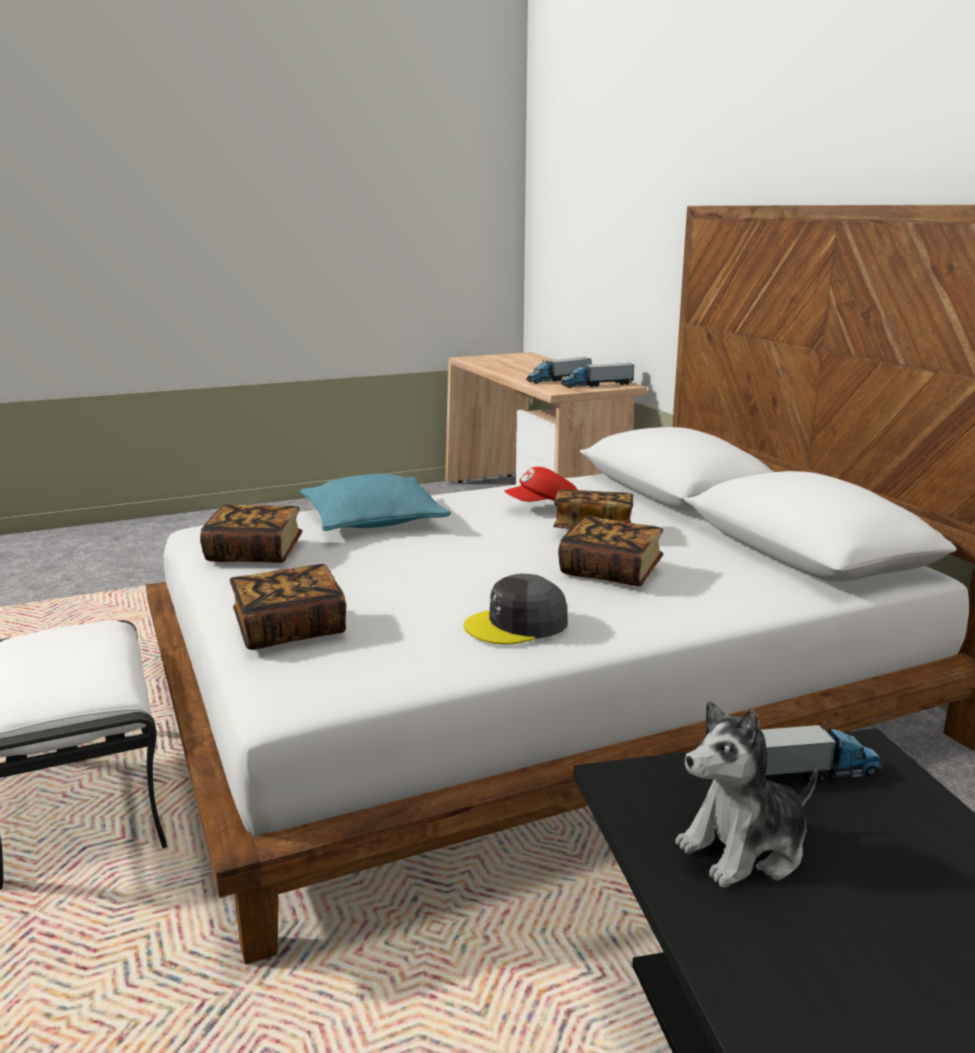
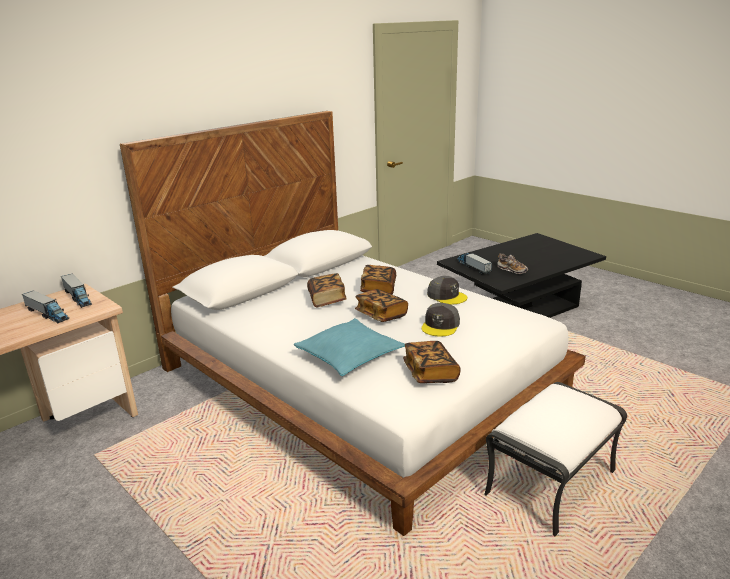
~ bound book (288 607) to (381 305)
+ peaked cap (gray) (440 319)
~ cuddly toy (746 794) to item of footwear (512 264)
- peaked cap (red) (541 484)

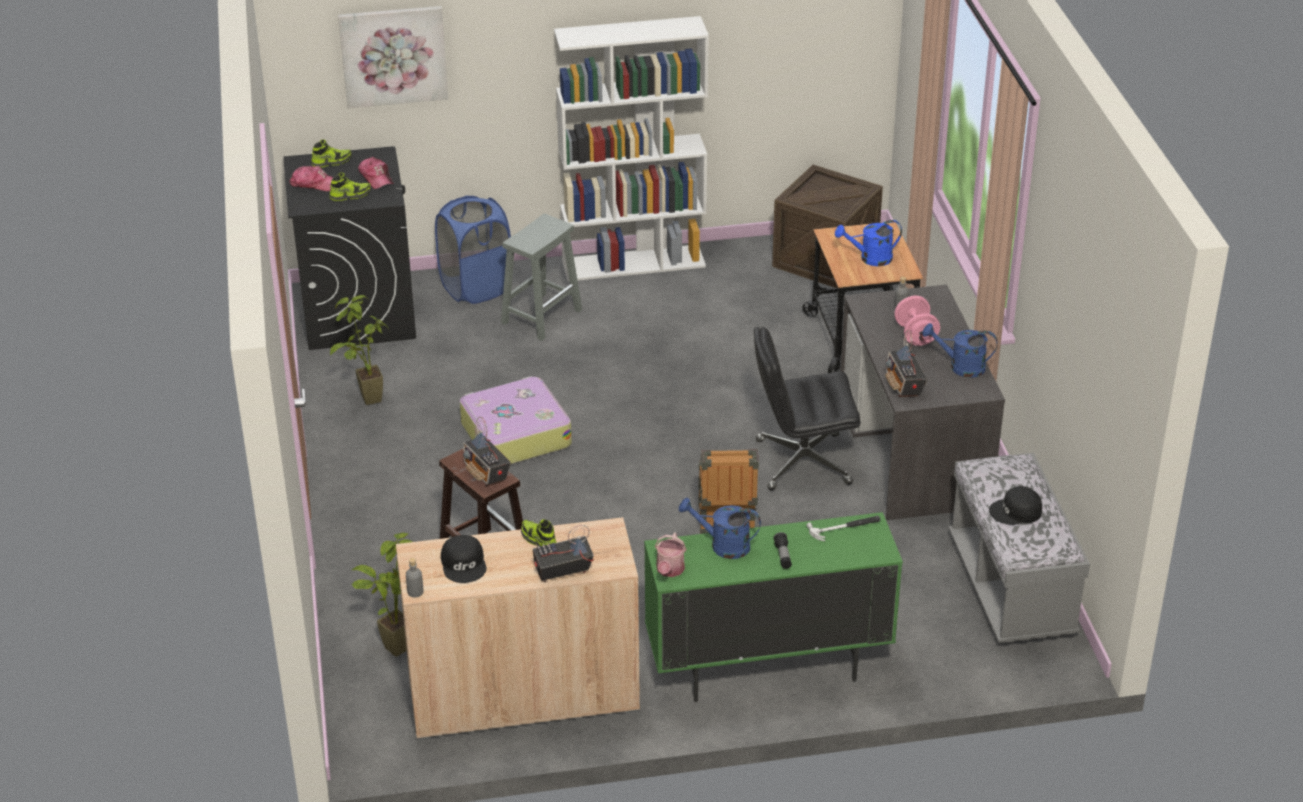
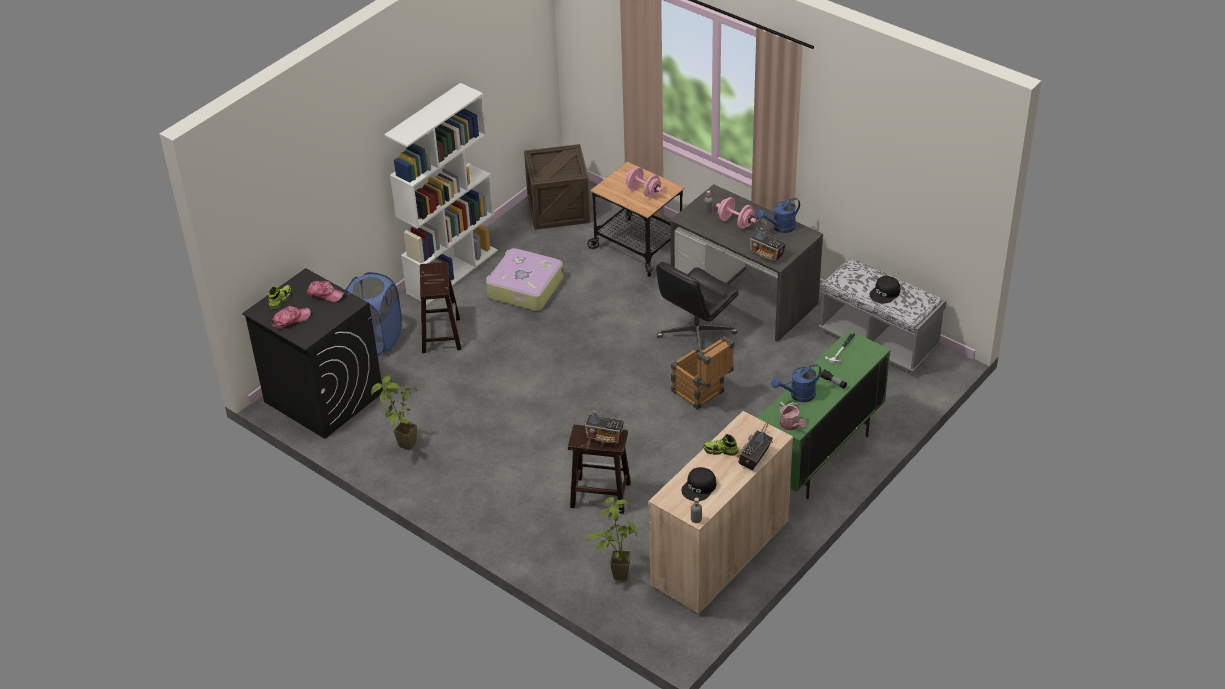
~ sitting stool (gray) (541 277) to sitting stool (brownish) (440 307)
~ piece of luggage (516 420) to (524 279)
~ sprinkling can (blue-coloured) (868 243) to dumbbell (pink-coloured) (643 182)
~ peaked cap (black) (463 559) = (699 484) 90 degrees clockwise
- item of footwear (350 186)
- wall art (393 57)

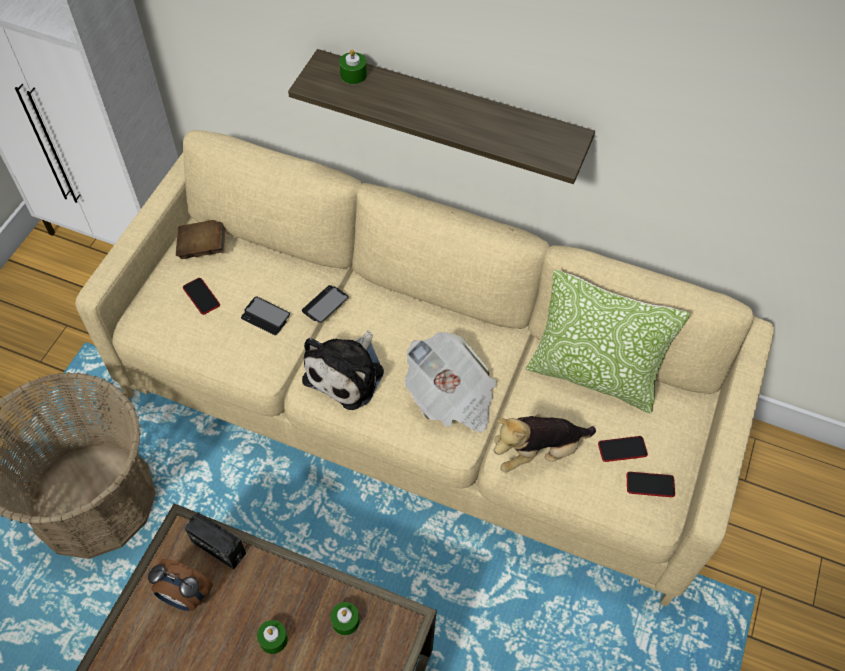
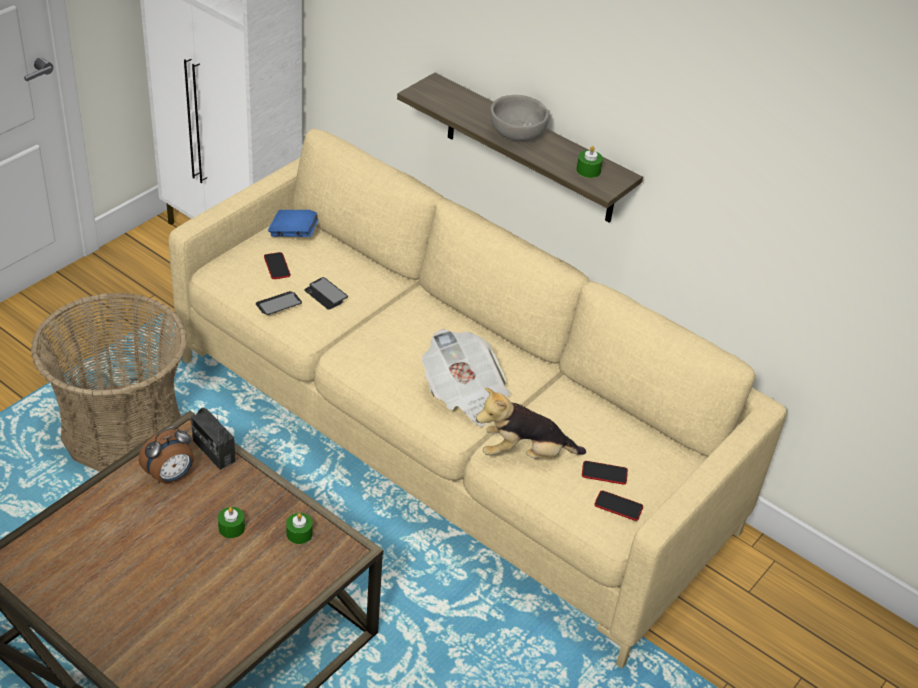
~ table clock (180 585) = (166 455) 75 degrees counterclockwise
~ handset (325 304) to (279 303)
~ bound book (brownish) (201 239) to bound book (blue-coloured) (293 223)
+ deep dish (gray) (520 118)
~ wax candle (green) (353 66) to (589 162)
- cuddly toy (343 370)
- cushion (608 341)

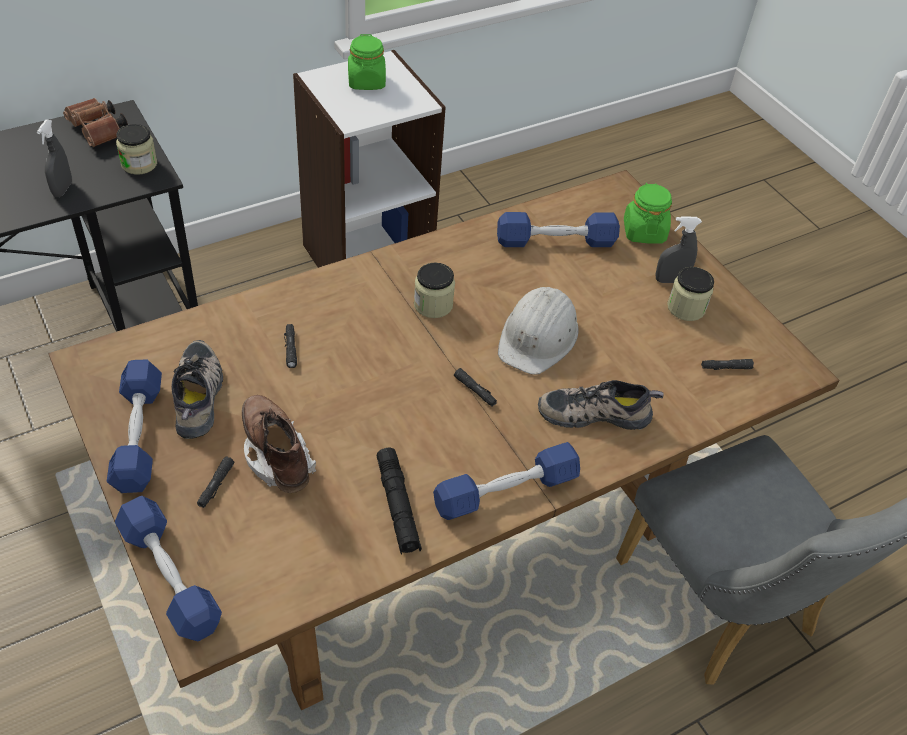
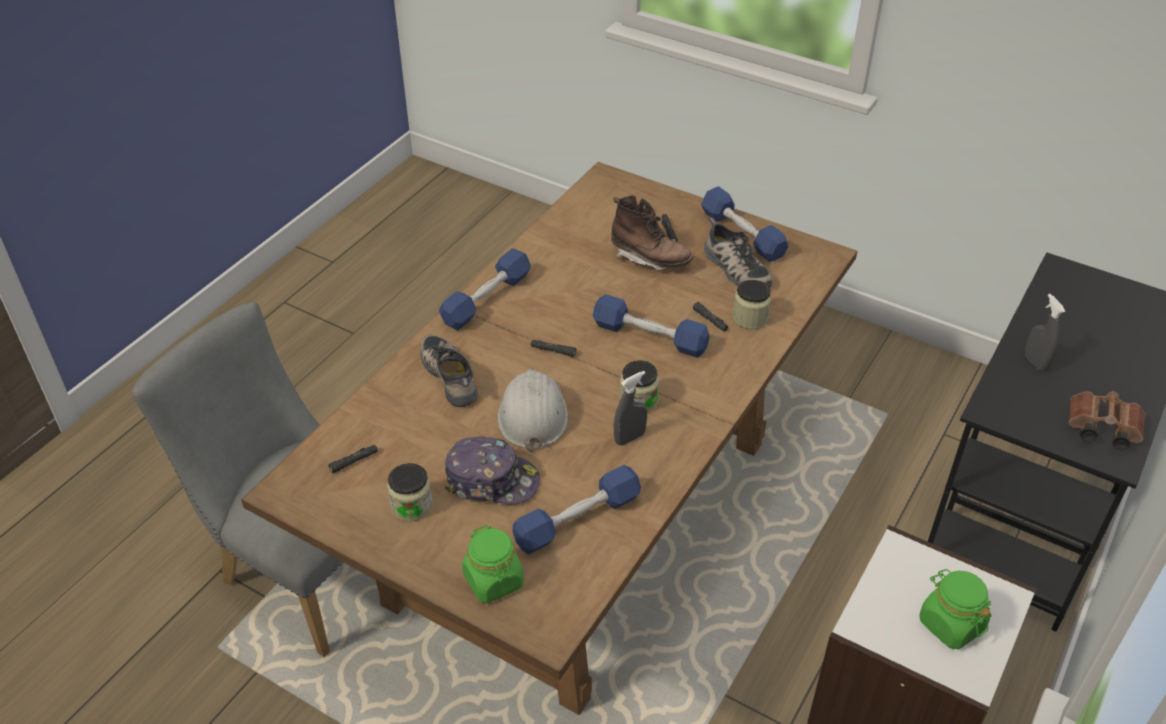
~ item of footwear (601 405) = (449 371) 90 degrees counterclockwise
+ peaked cap (492 470)
~ dumbbell (blue-coloured) (168 568) to (651 326)
~ sprayer (gray) (678 249) to (630 408)
~ storage jar (136 149) to (752 304)
- torch (black) (399 501)

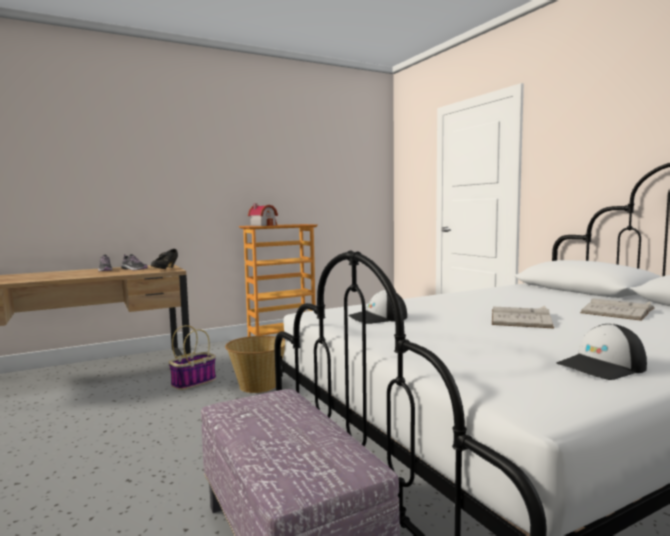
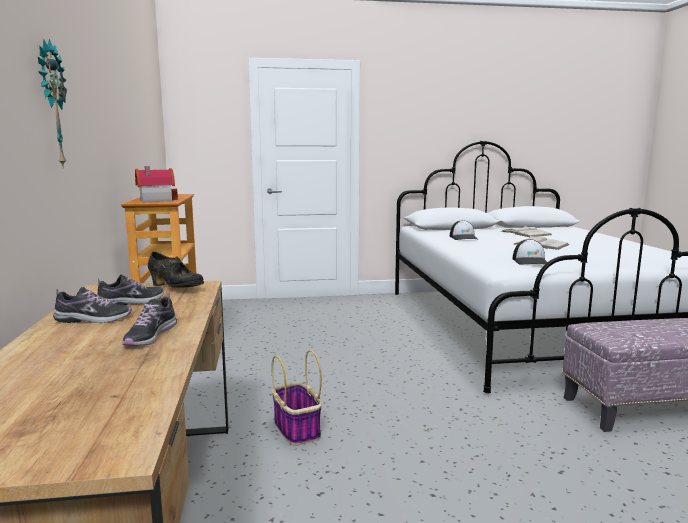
+ wall clock (52 103)
+ item of footwear (149 319)
~ peaked cap (602 352) to (464 230)
- household basket (255 364)

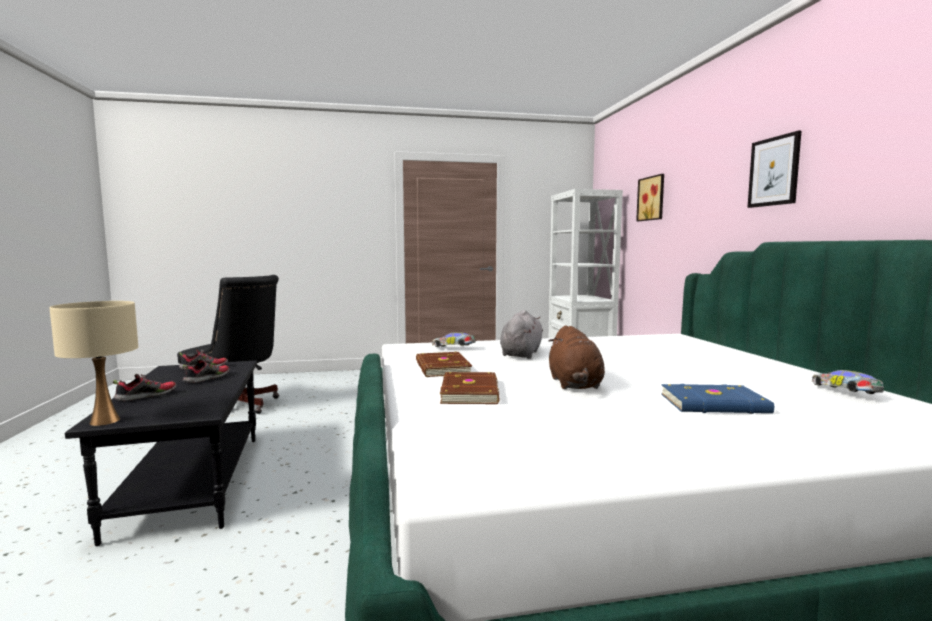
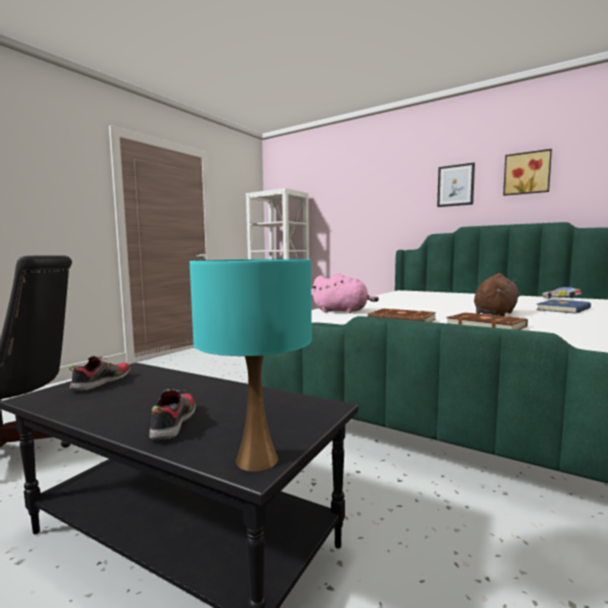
~ tabletop lamp (beige-coloured) (93 363) to tabletop lamp (turquoise-coloured) (251 365)
~ miniature car (453 339) to cuddly toy (pink-coloured) (345 293)
~ cuddly toy (brownish) (577 357) = (497 294) 90 degrees counterclockwise
~ wall art (650 197) to (527 172)
- item of footwear (206 371)
- cuddly toy (gray) (521 334)

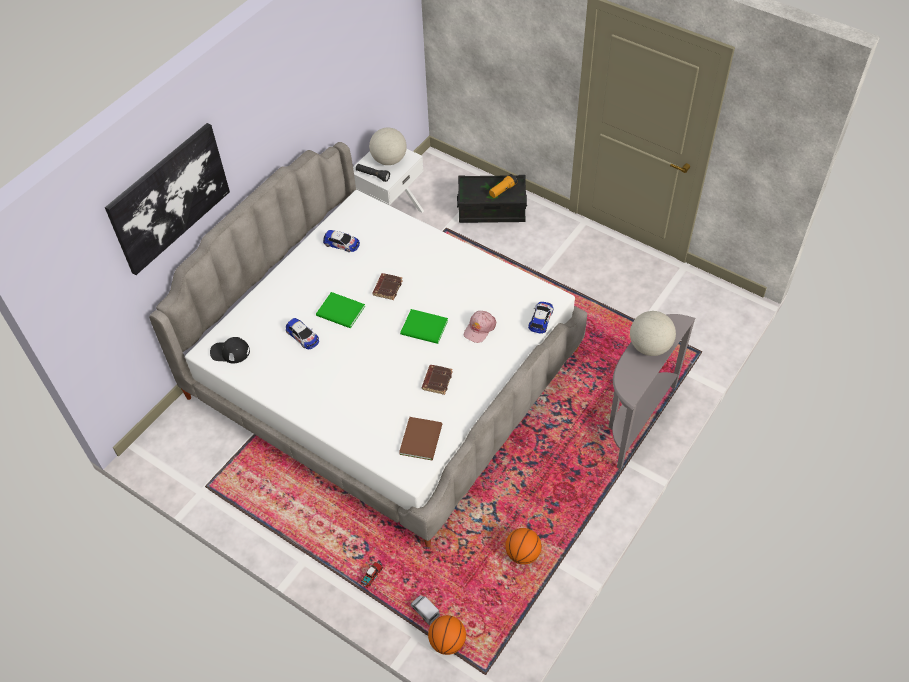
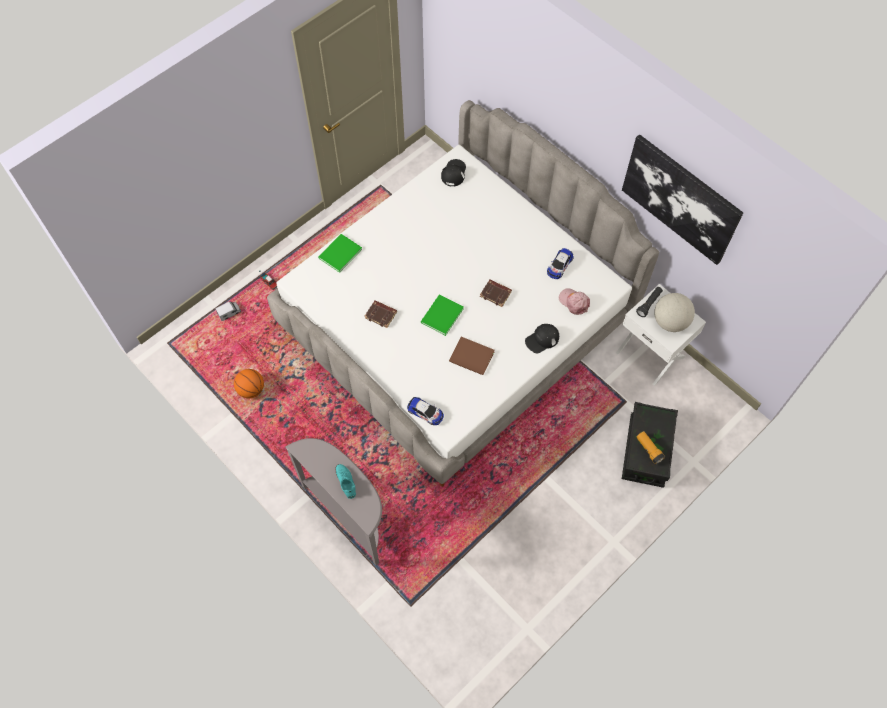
~ bound book (green) (340 310) to (340 253)
~ globe (653 333) to item of footwear (turquoise-coloured) (345 481)
~ bound book (brownish) (420 438) to (472 356)
+ peaked cap (black) (542 338)
~ peaked cap (pink-coloured) (480 327) to (574 301)
~ wall art (167 199) to (682 199)
- miniature car (302 333)
- basketball ball (447 635)

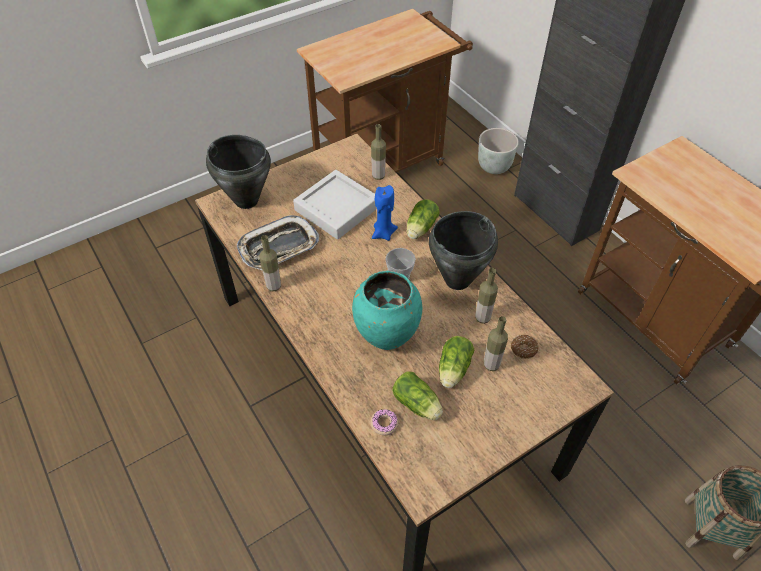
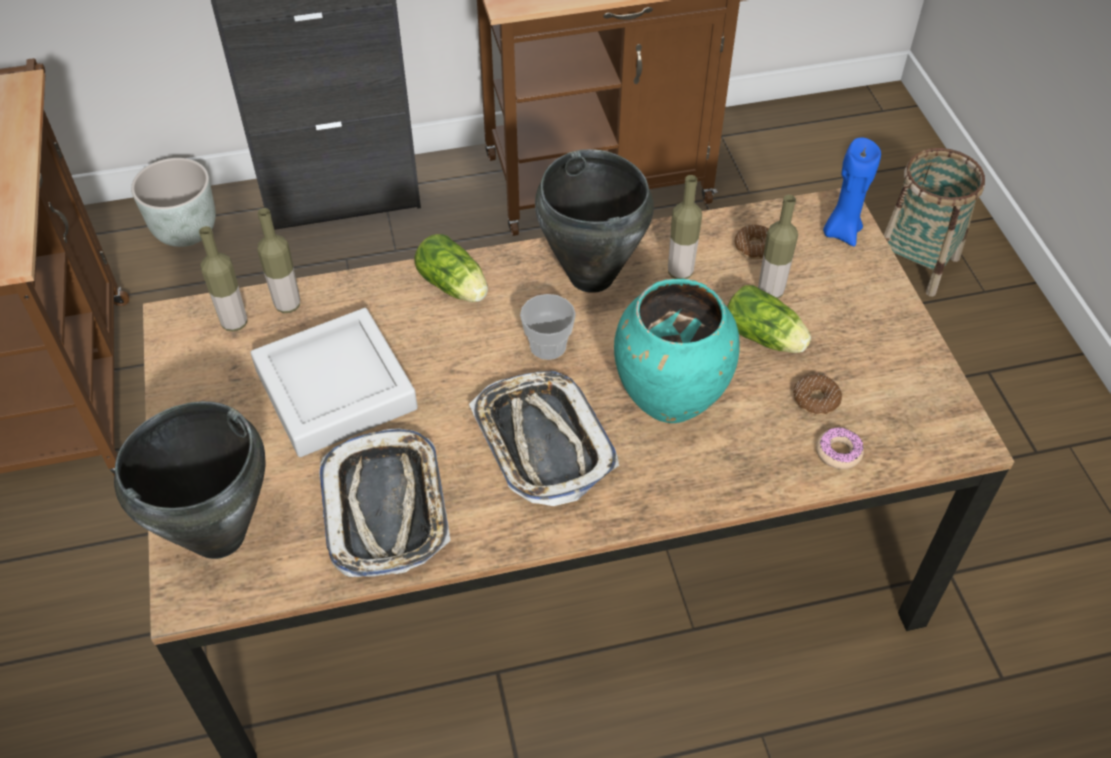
~ bottle (270 263) to (223 279)
+ carrying tray (544 438)
~ head of lettuce (417 395) to doughnut (817 394)
~ wax candle (blue-coloured) (385 213) to (852 192)

